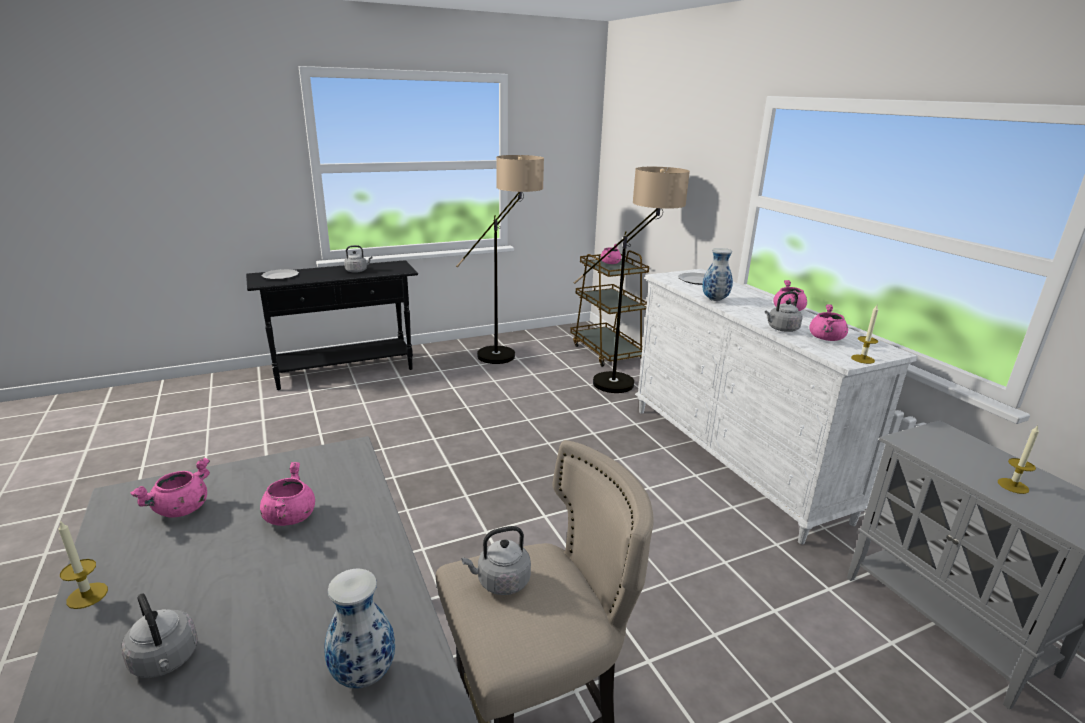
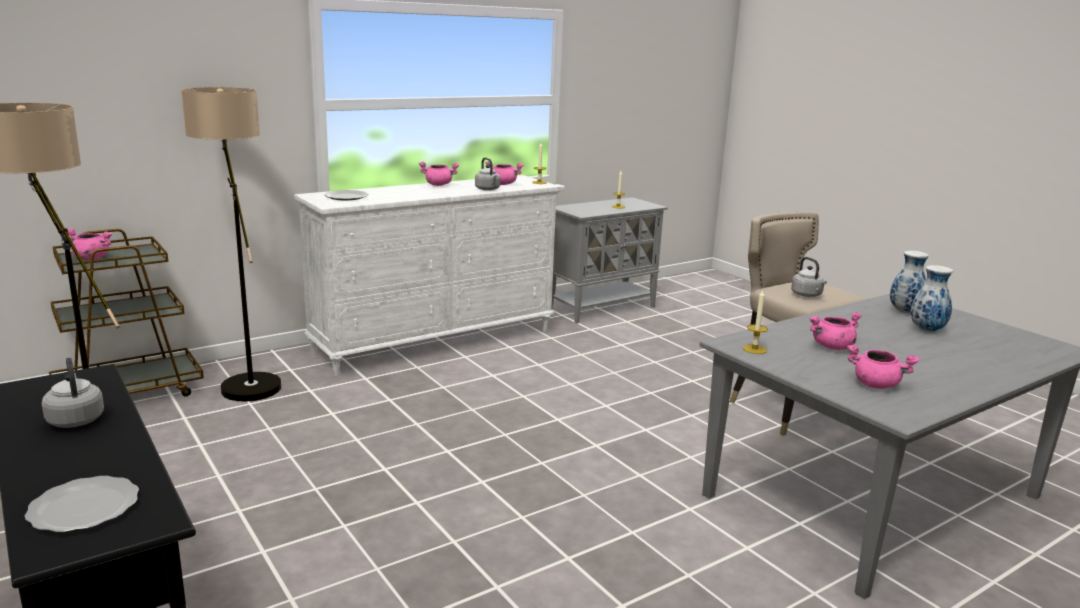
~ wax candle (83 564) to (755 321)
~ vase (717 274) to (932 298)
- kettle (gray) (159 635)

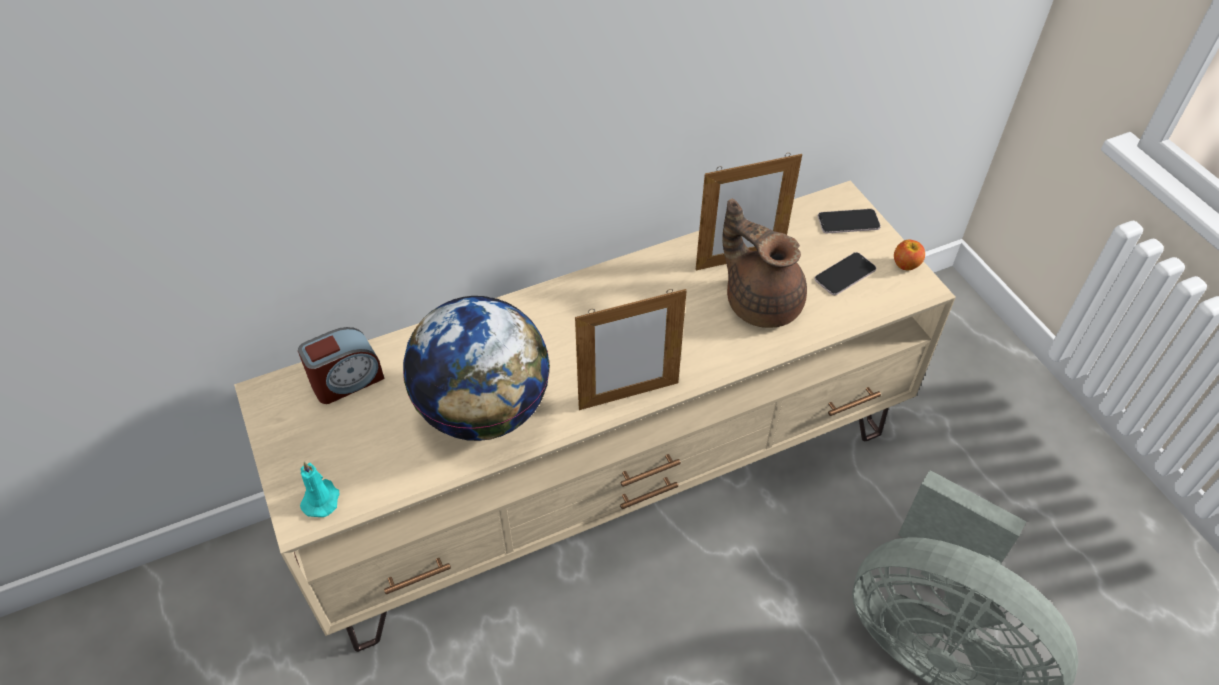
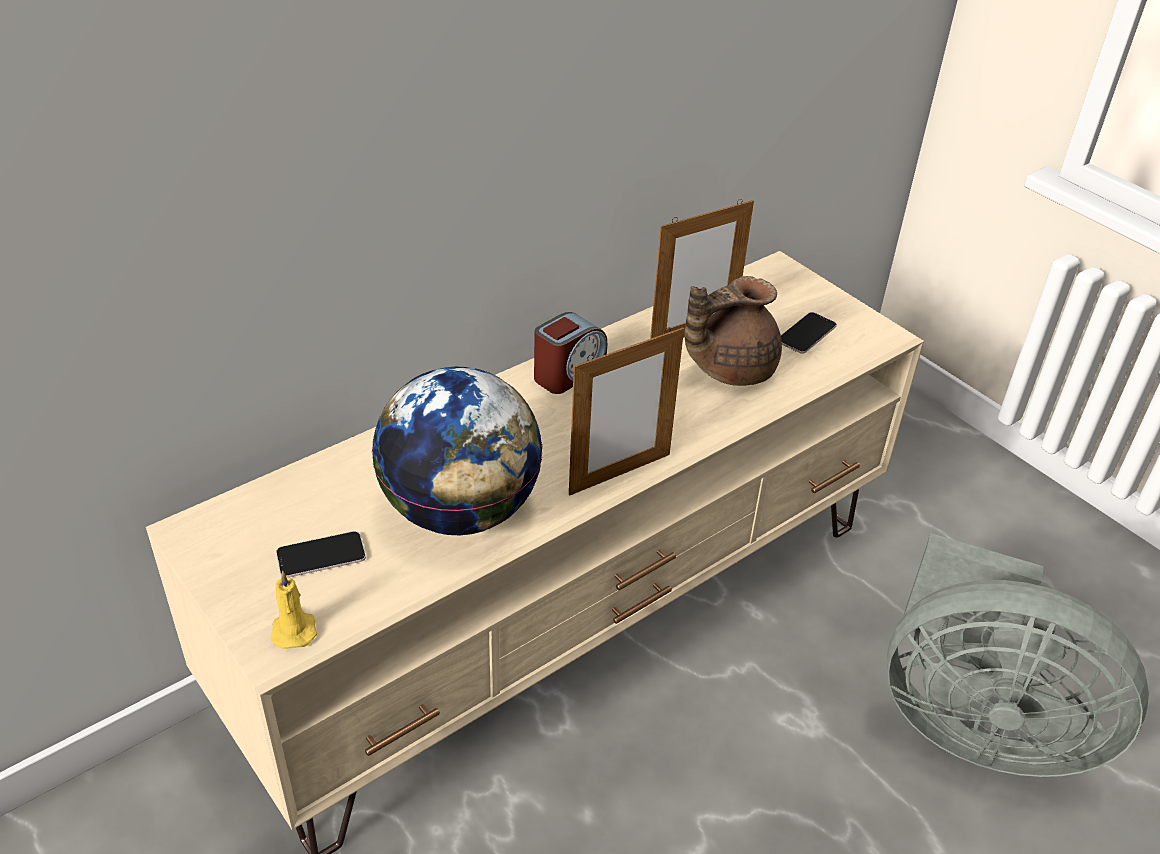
~ wax candle (turquoise-coloured) (319 489) to wax candle (yellowish) (293 610)
~ handset (849 221) to (321 554)
~ table clock (341 365) to (570 353)
~ tea pot (brownish) (764 263) = (733 331) 60 degrees counterclockwise
- apple (909 255)

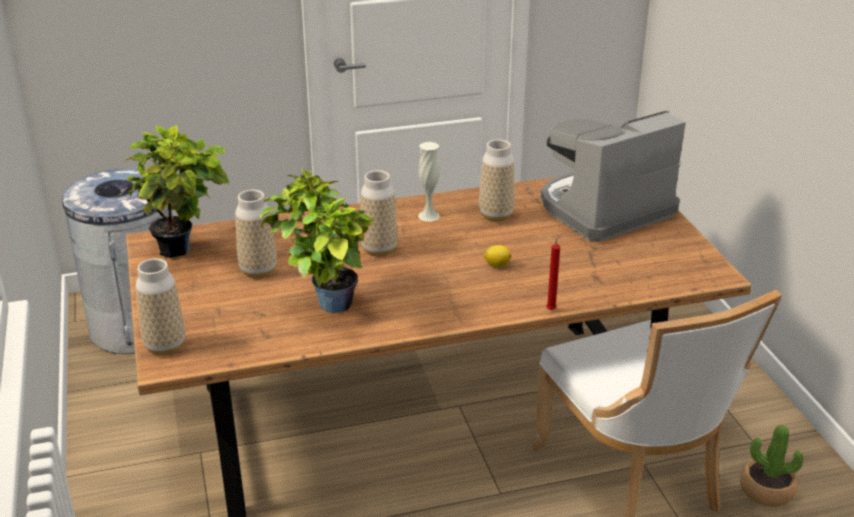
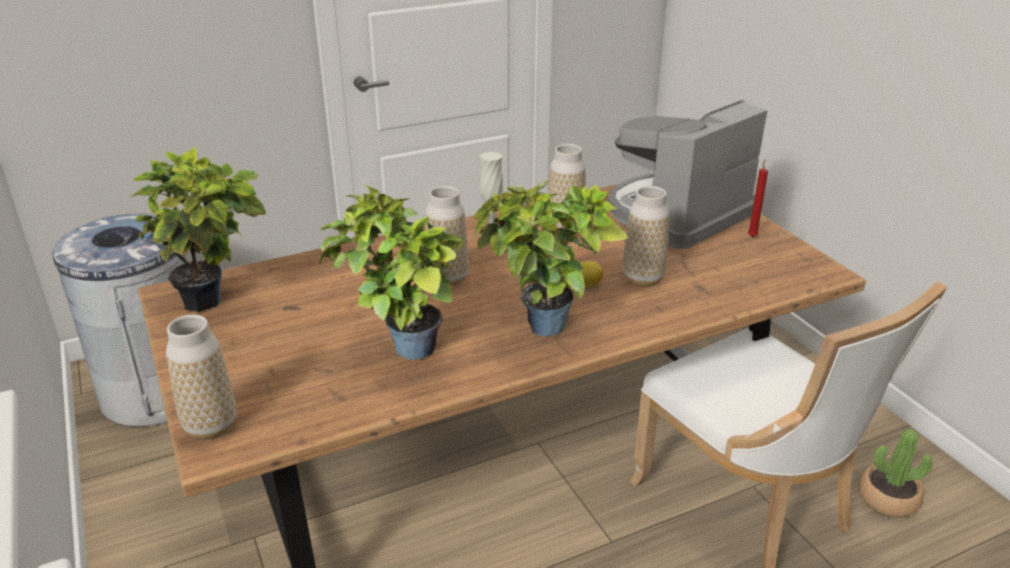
+ houseplant (550 258)
~ vase (256 234) to (645 236)
~ wax candle (red) (553 272) to (758 198)

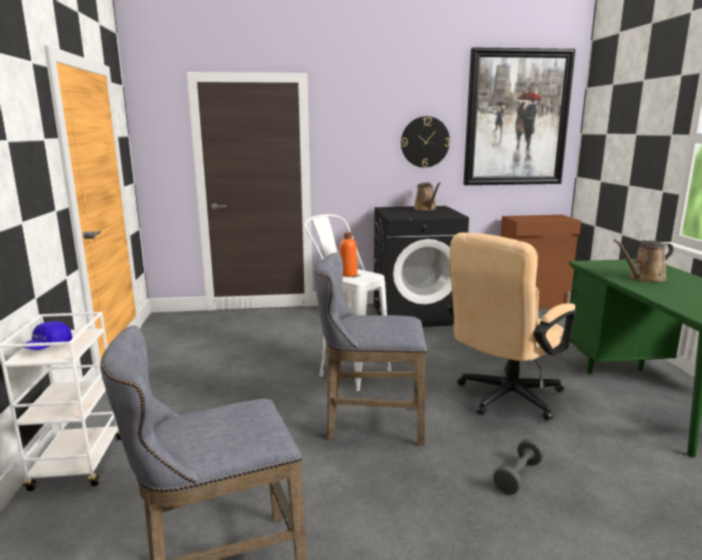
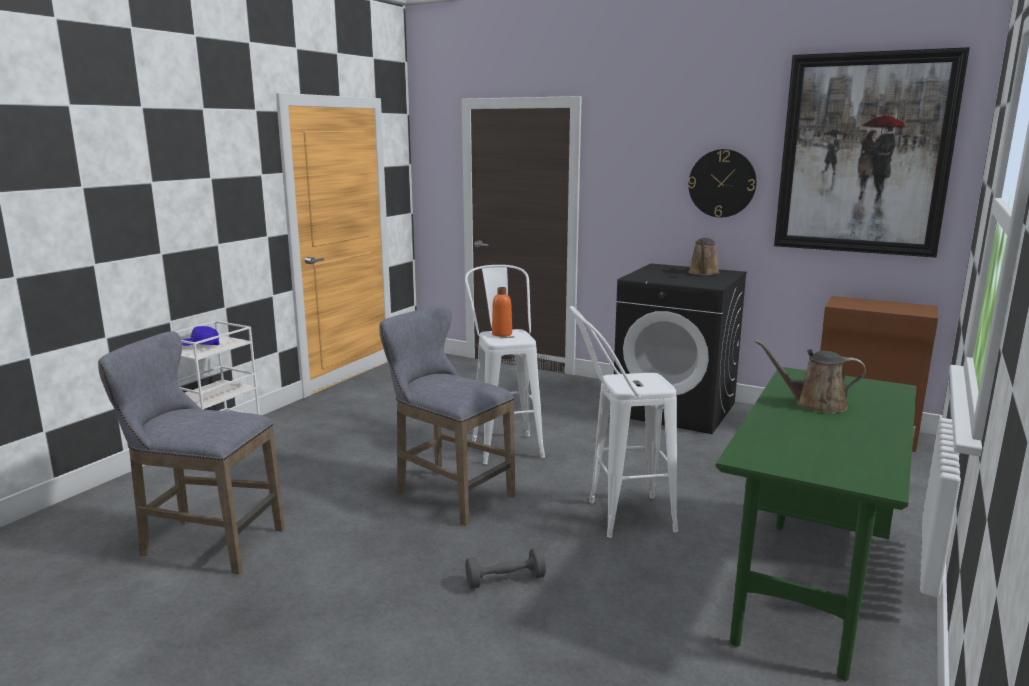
~ computer chair (beige-coloured) (511 326) to sitting stool (whitish) (624 422)

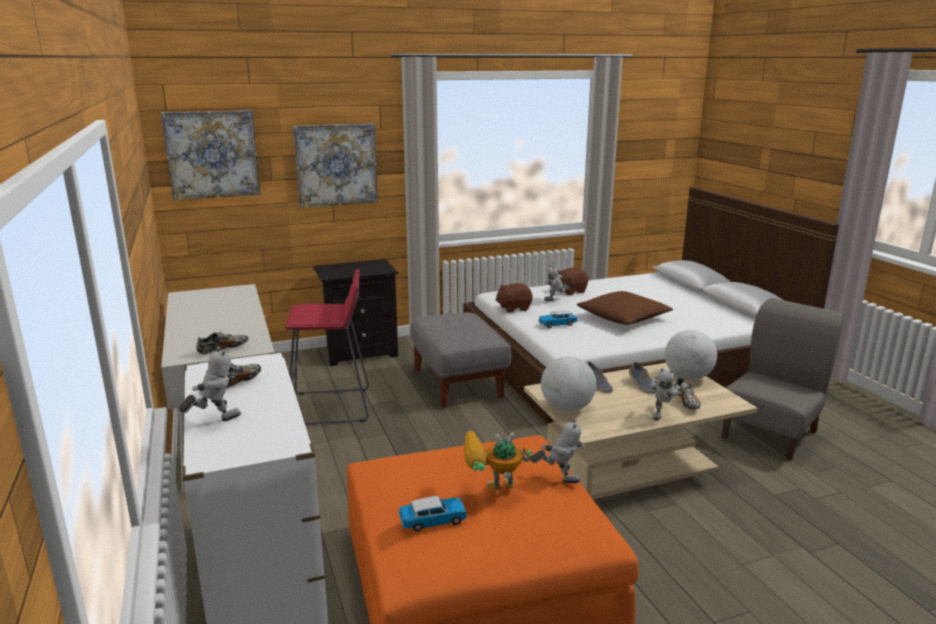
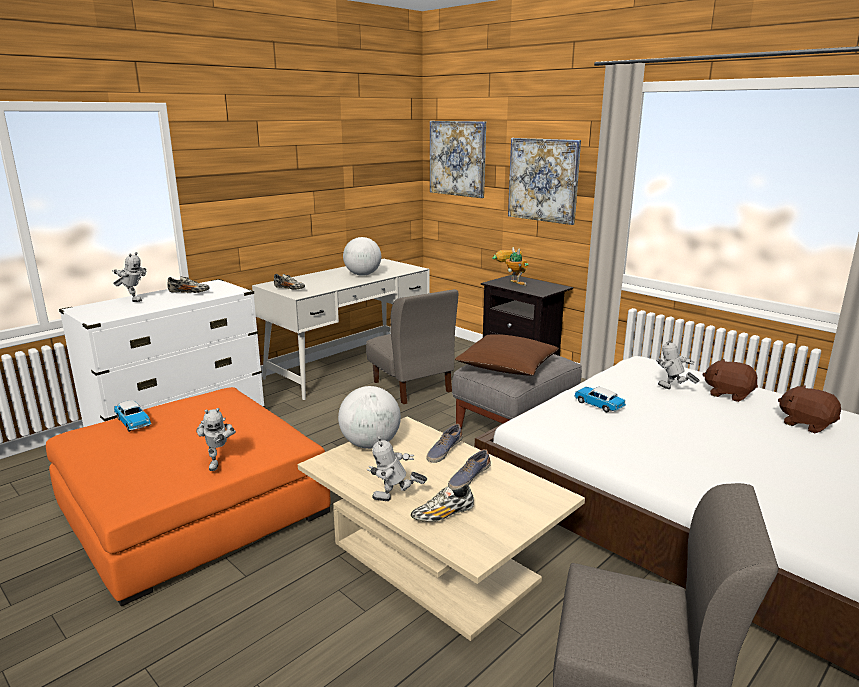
~ globe (691 355) to (362 256)
~ sitting stool (red) (327 347) to chair (gray) (412 346)
~ cushion (brownish) (625 308) to (507 355)
~ model robot (498 460) to (510 266)
~ cuddly toy (brownish) (514 297) to (809 409)

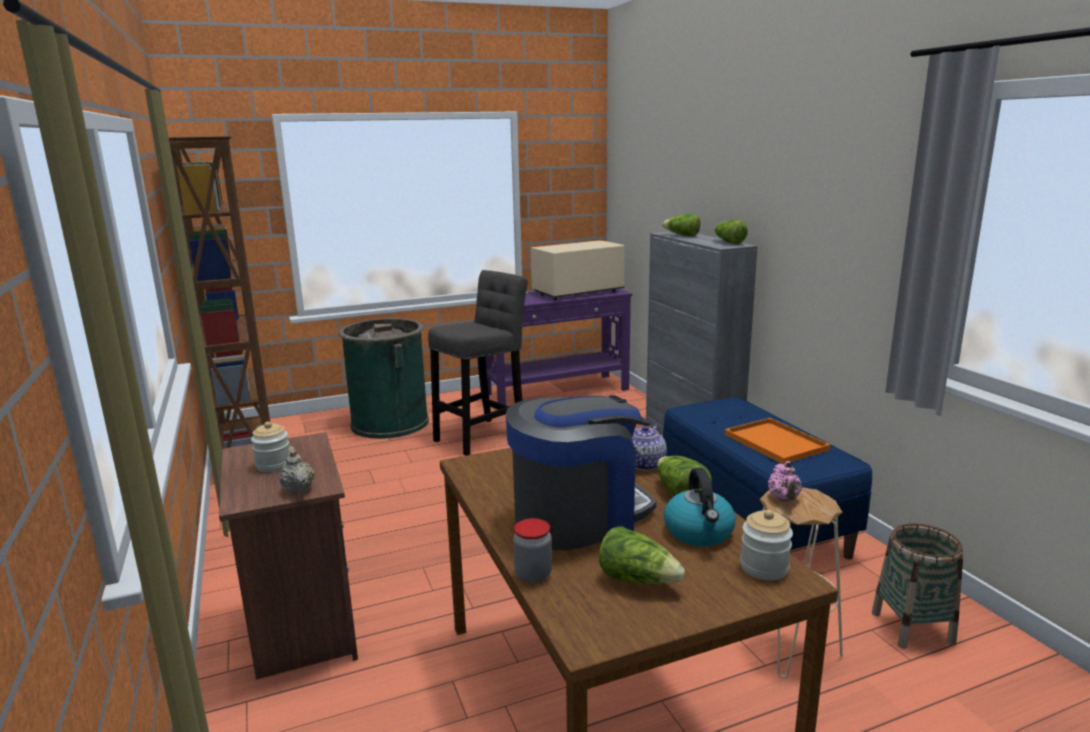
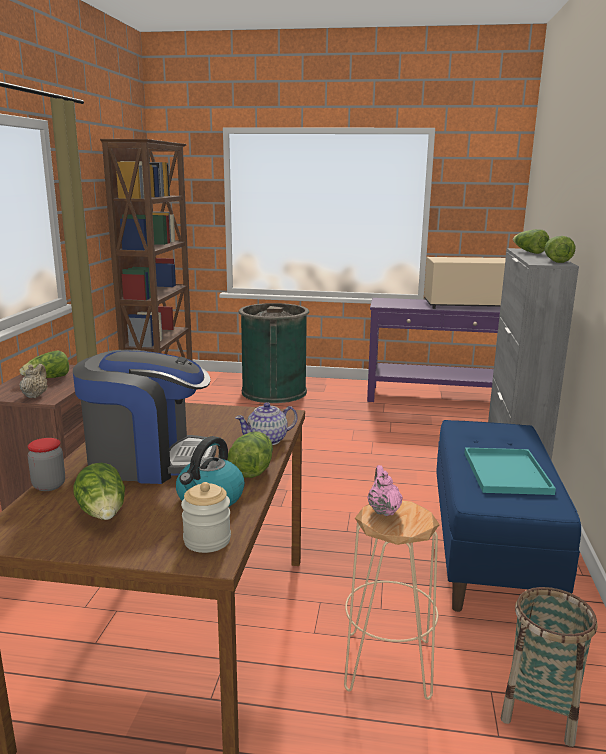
~ storage jar (270 447) to head of lettuce (44 364)
~ tea pot (pink-coloured) (785 481) = (385 490) 135 degrees clockwise
~ carrying tray (orange) (778 441) to carrying tray (turquoise-coloured) (510 471)
- sitting stool (gray) (478 363)

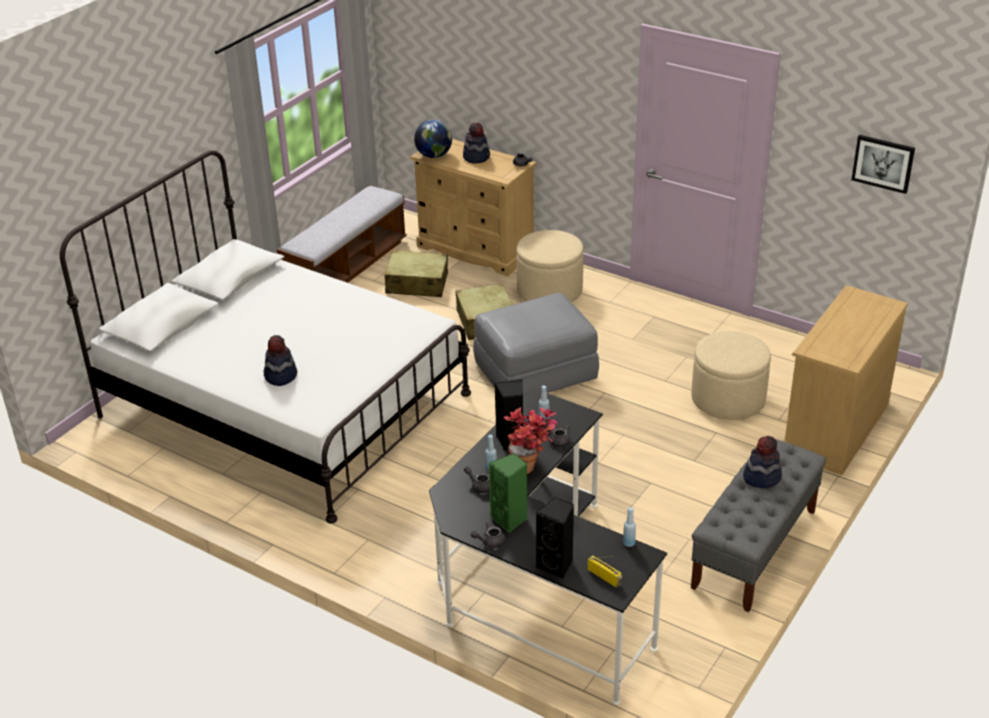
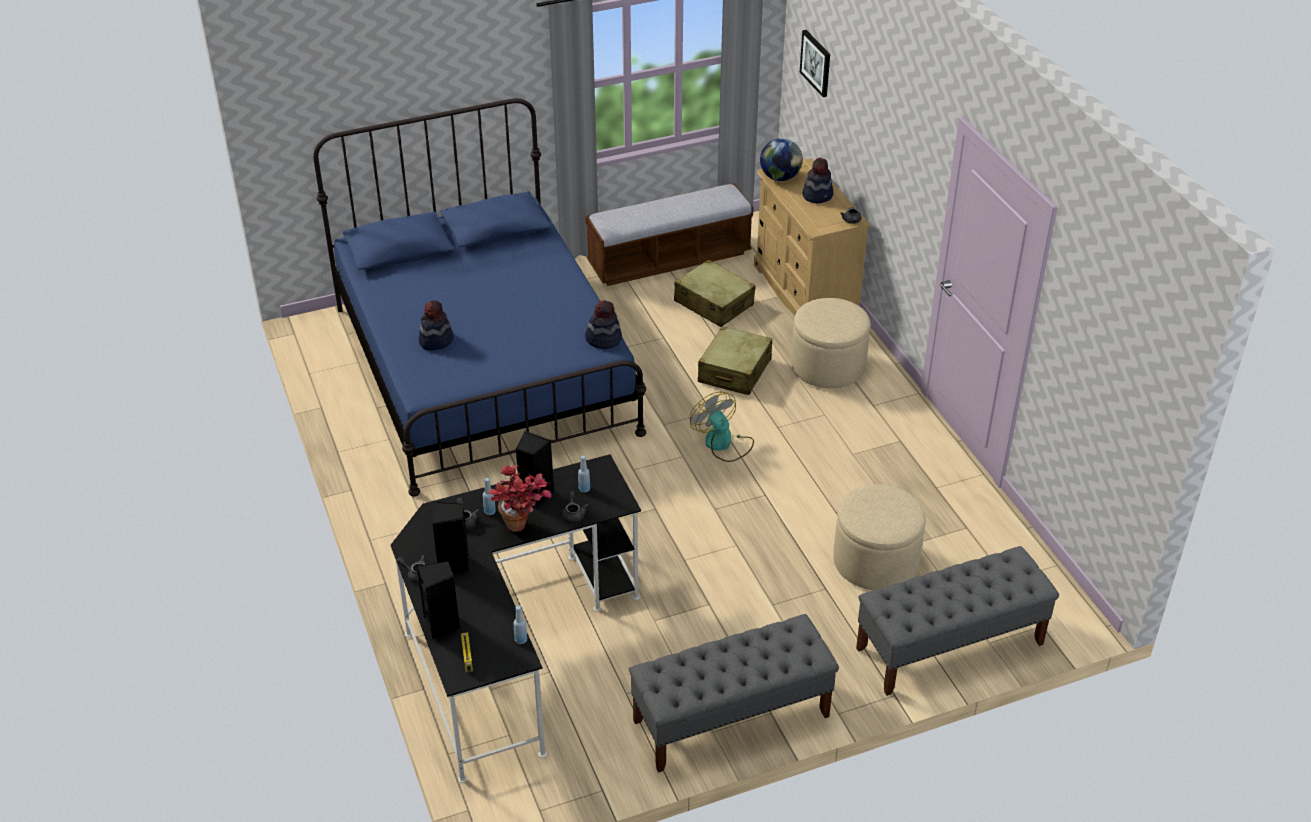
~ bed (whitish) (265 336) to bed (blue-coloured) (479 297)
~ loudspeaker (green) (508 493) to loudspeaker (black) (450 537)
~ hat (762 462) to (603 324)
~ footrest (gray) (536 345) to fan (722 427)
~ wall art (883 164) to (815 63)
~ drawer chest (beige-coloured) (845 380) to indoor bench (gray) (957 621)

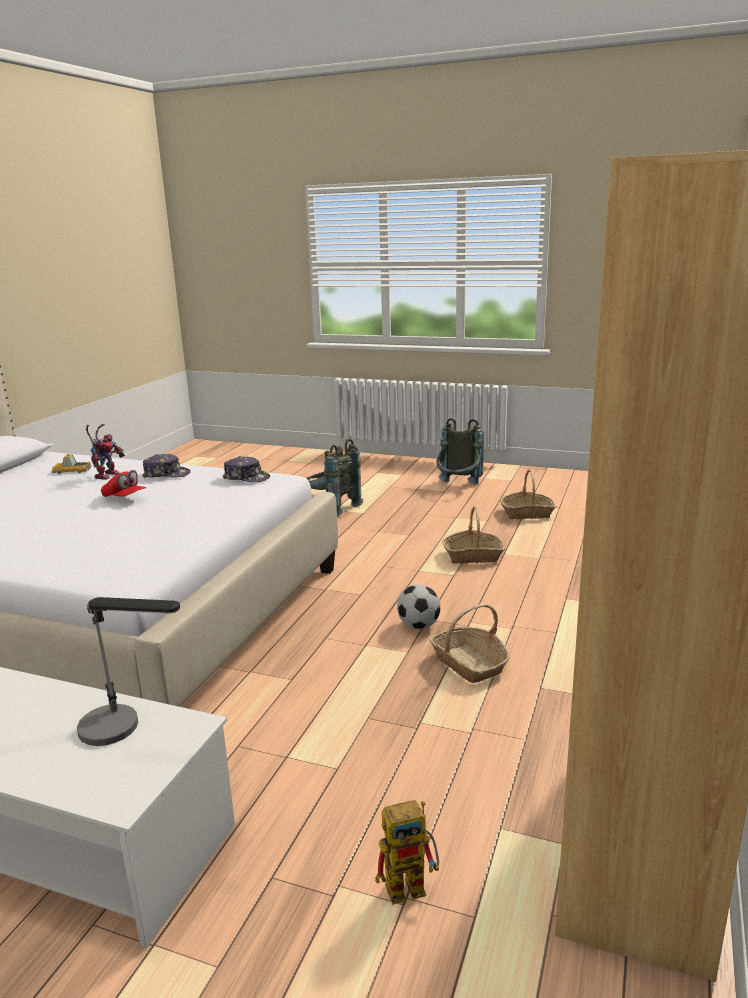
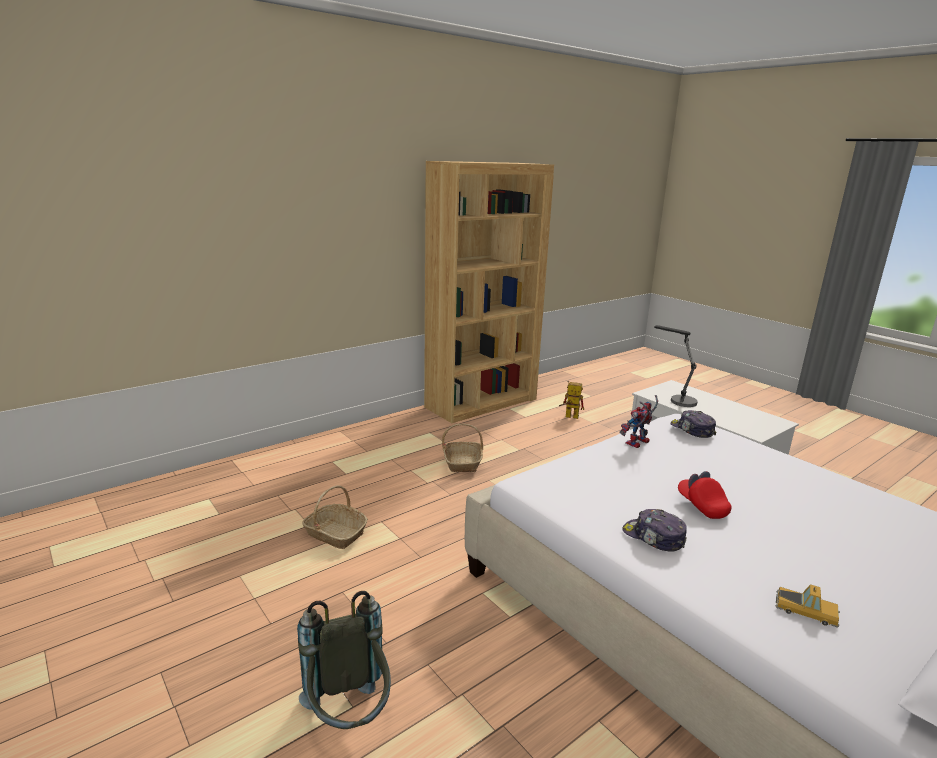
~ model robot (105 452) to (638 421)
~ peaked cap (246 469) to (693 424)
- football ball (419 606)
- knapsack (gray) (460 451)
- household basket (528 494)

